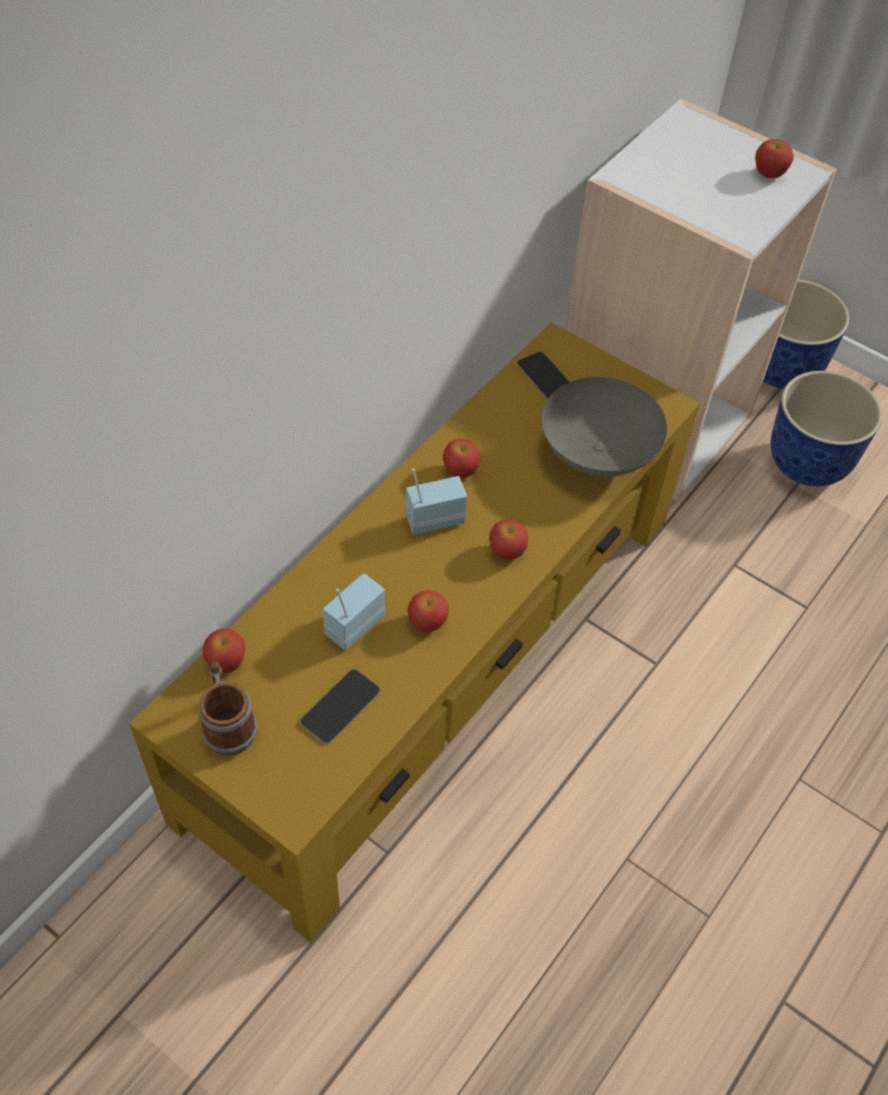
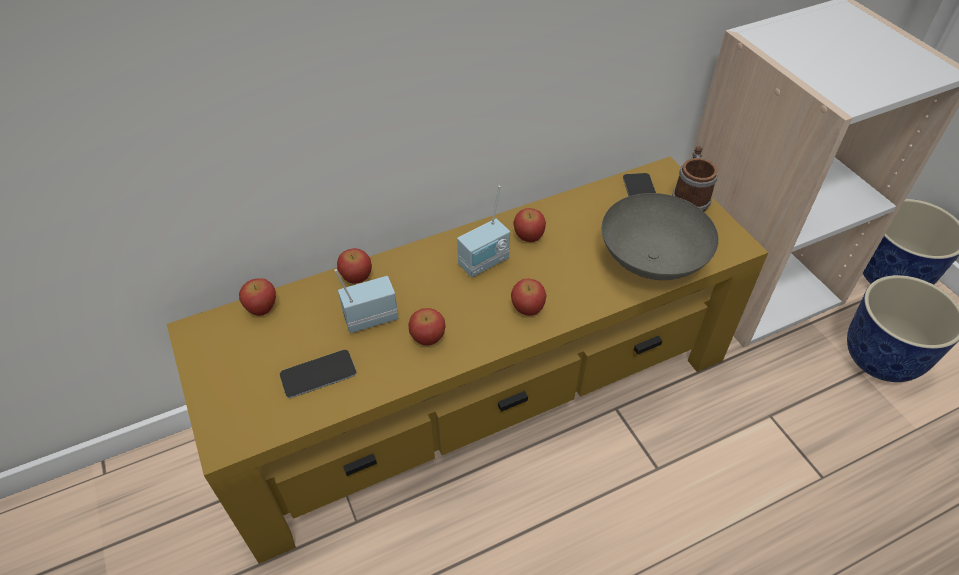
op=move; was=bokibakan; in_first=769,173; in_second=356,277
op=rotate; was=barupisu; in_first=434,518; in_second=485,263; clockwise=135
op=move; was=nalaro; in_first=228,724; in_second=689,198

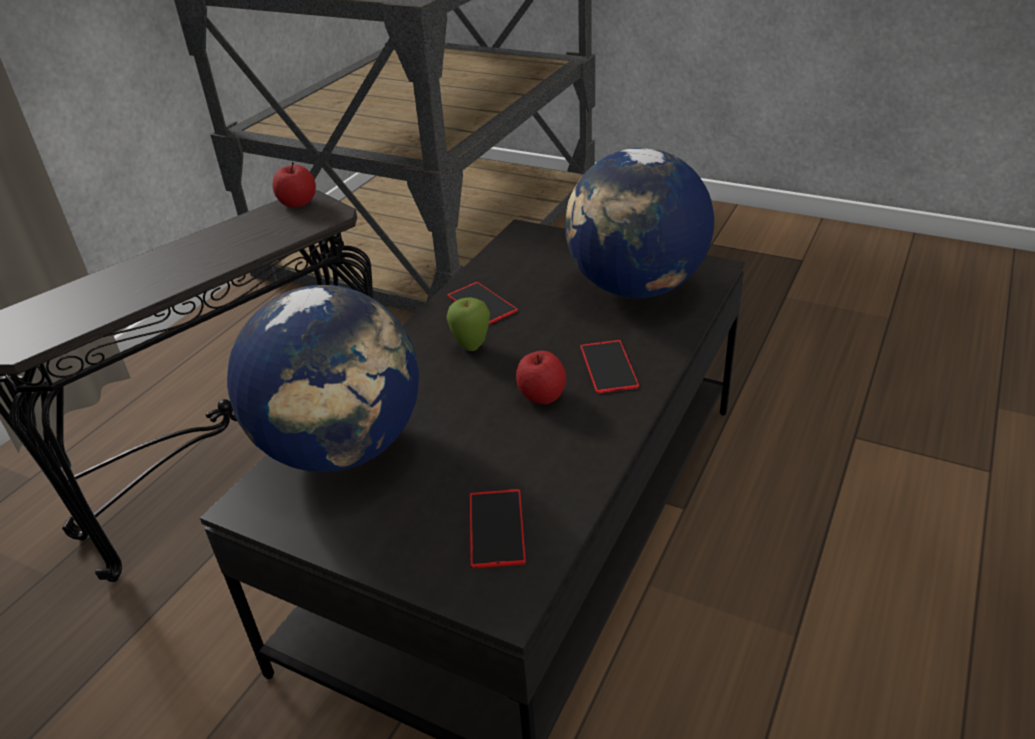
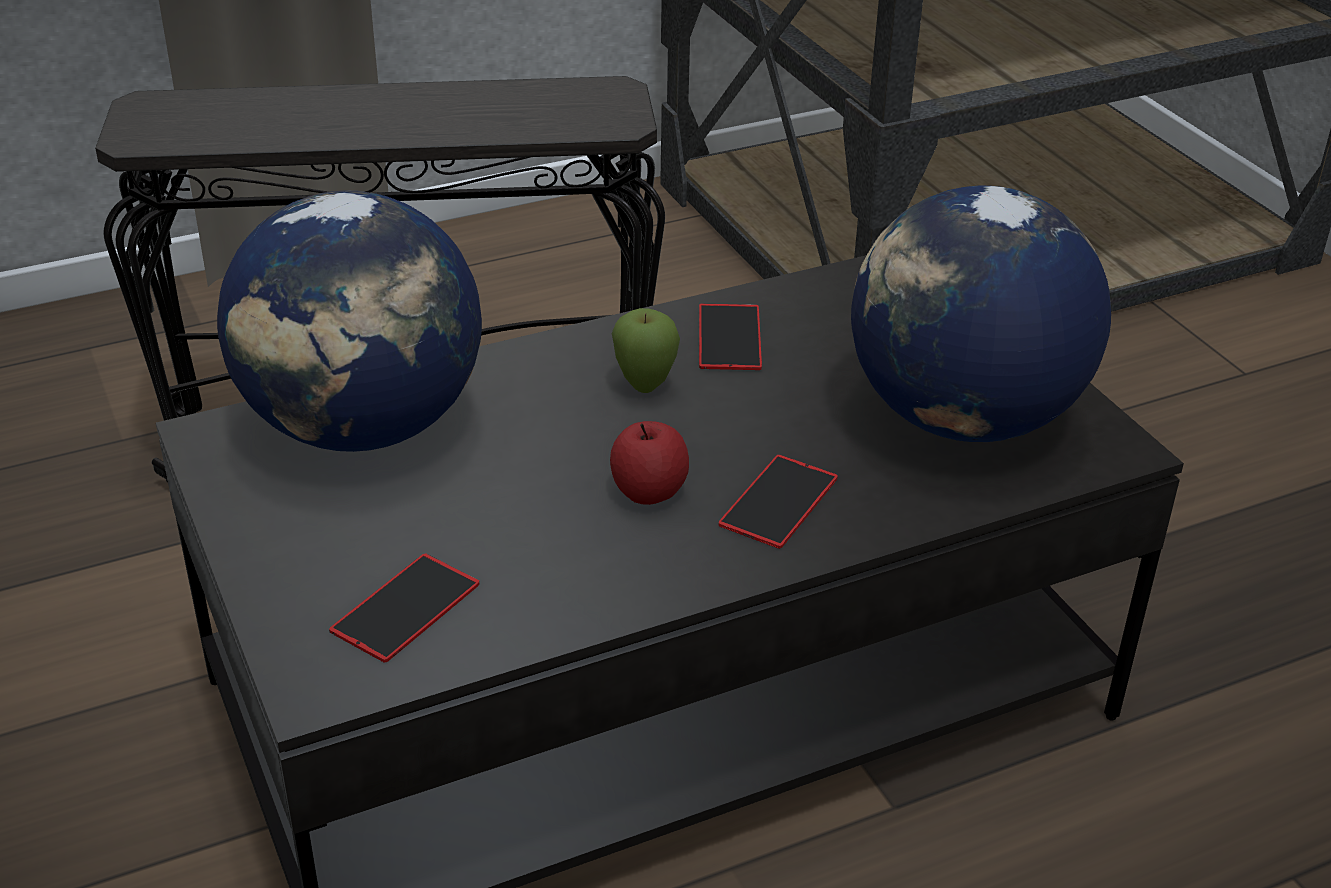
op=delete; was=bokibakan; in_first=298,203

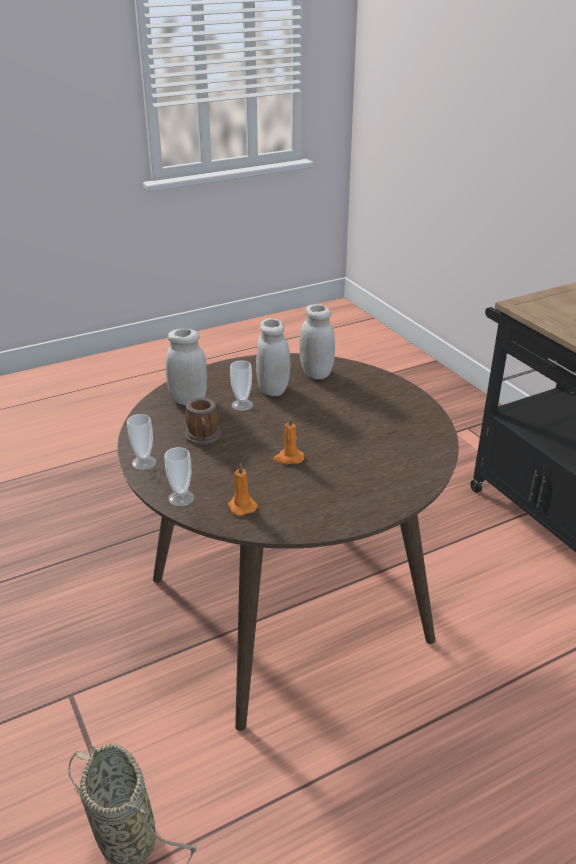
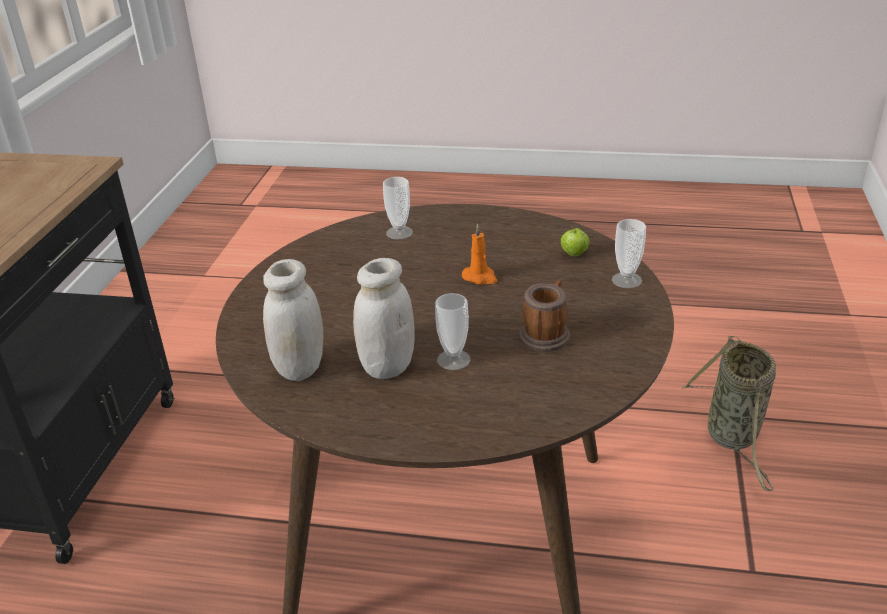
op=move; was=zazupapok; in_first=144,462; in_second=399,232
op=replace; was=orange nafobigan; now=bokibakan; in_first=241,506; in_second=574,254
op=delete; was=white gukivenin; in_first=188,400

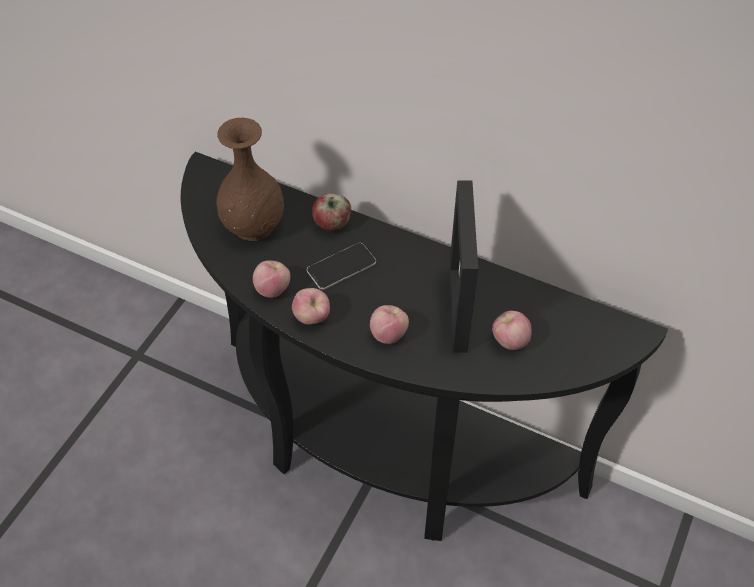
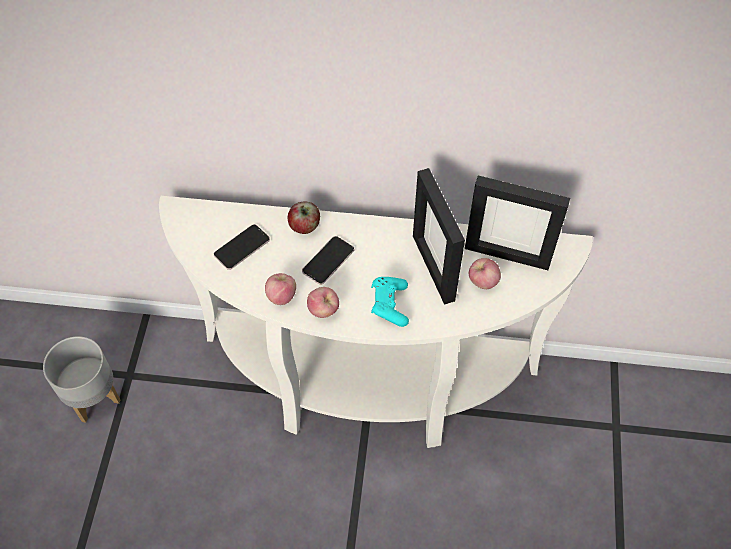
op=insert; now=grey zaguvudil; in_second=93,396
op=recolor; was=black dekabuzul; now=white dekabuzul; in_first=381,450; in_second=366,389
op=replace; was=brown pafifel; now=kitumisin; in_first=254,226; in_second=242,247
op=replace; was=bokibakan; now=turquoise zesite; in_first=388,334; in_second=389,305
op=insert; now=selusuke; in_second=507,253

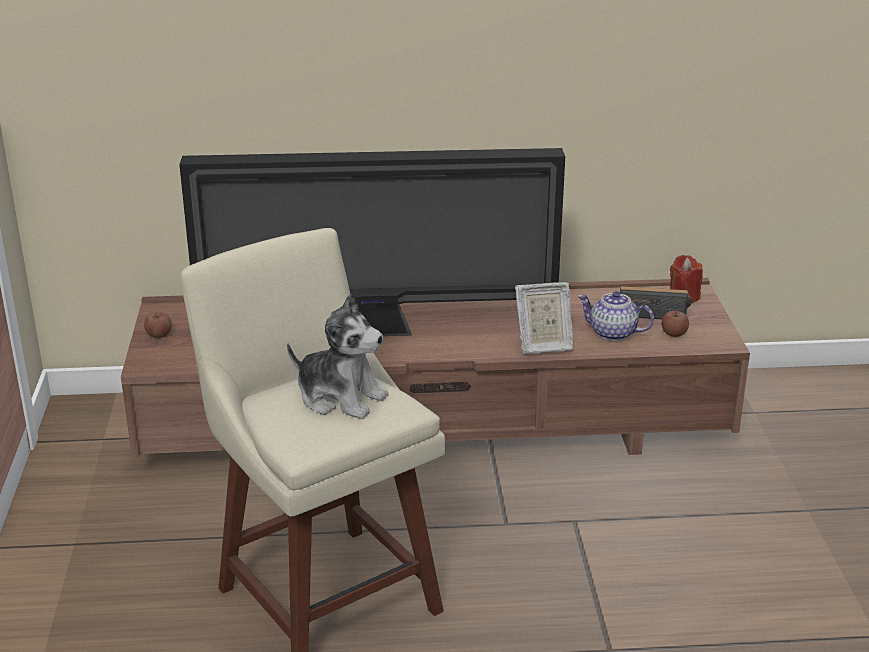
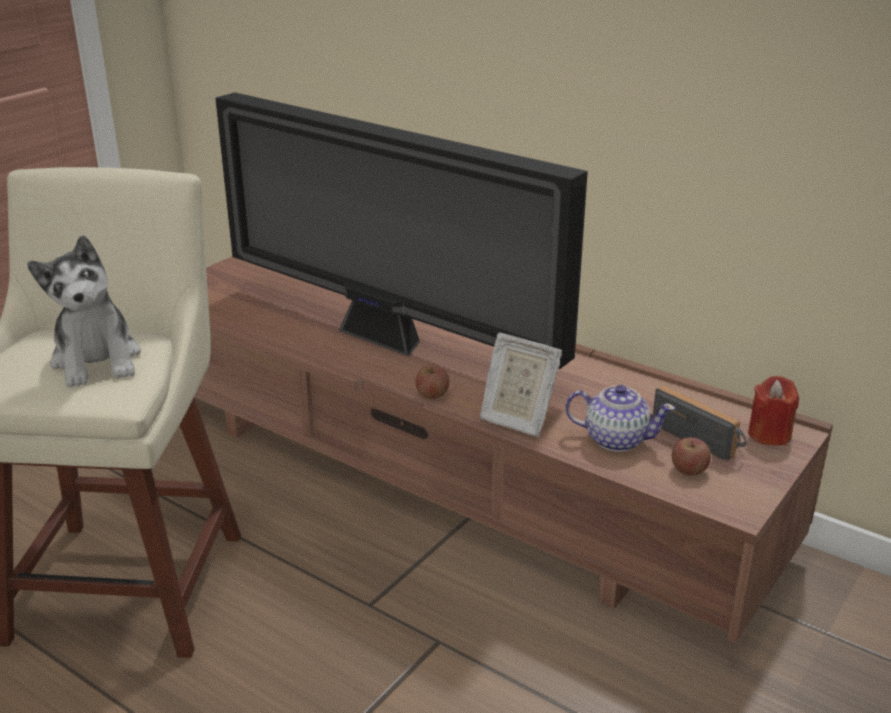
op=move; was=bokibakan; in_first=159,335; in_second=432,394
op=rotate; was=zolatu; in_first=613,333; in_second=615,439; clockwise=135

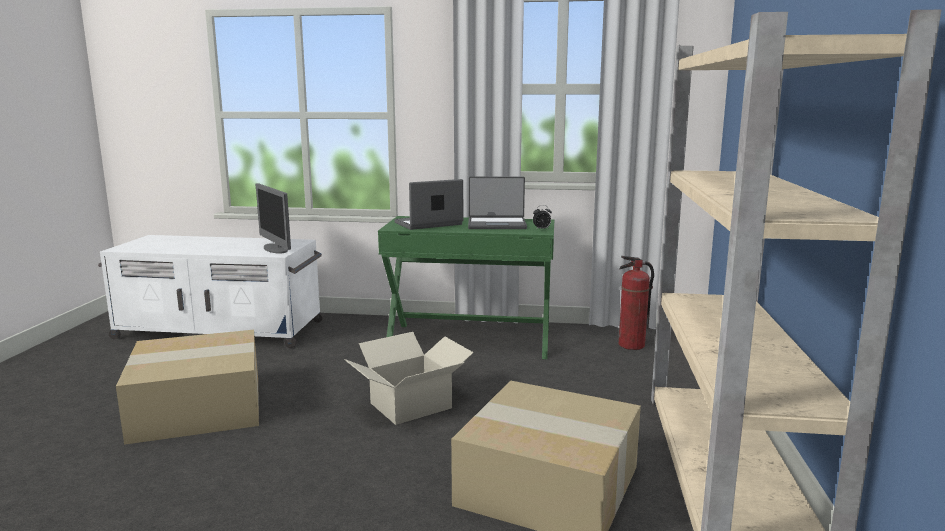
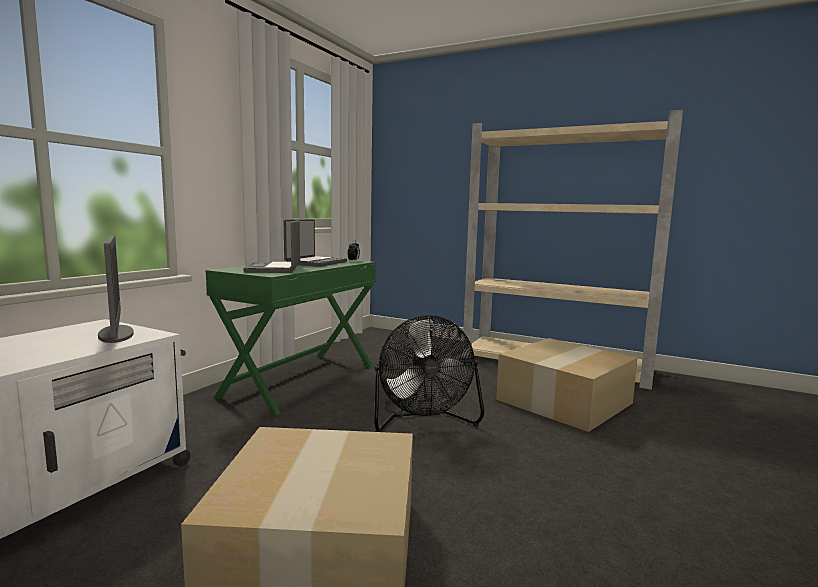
op=rotate; was=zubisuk; in_first=275,249; in_second=116,334; clockwise=-105
op=replace; was=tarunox; now=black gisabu; in_first=411,406; in_second=419,421
op=delete; was=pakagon; in_first=631,345

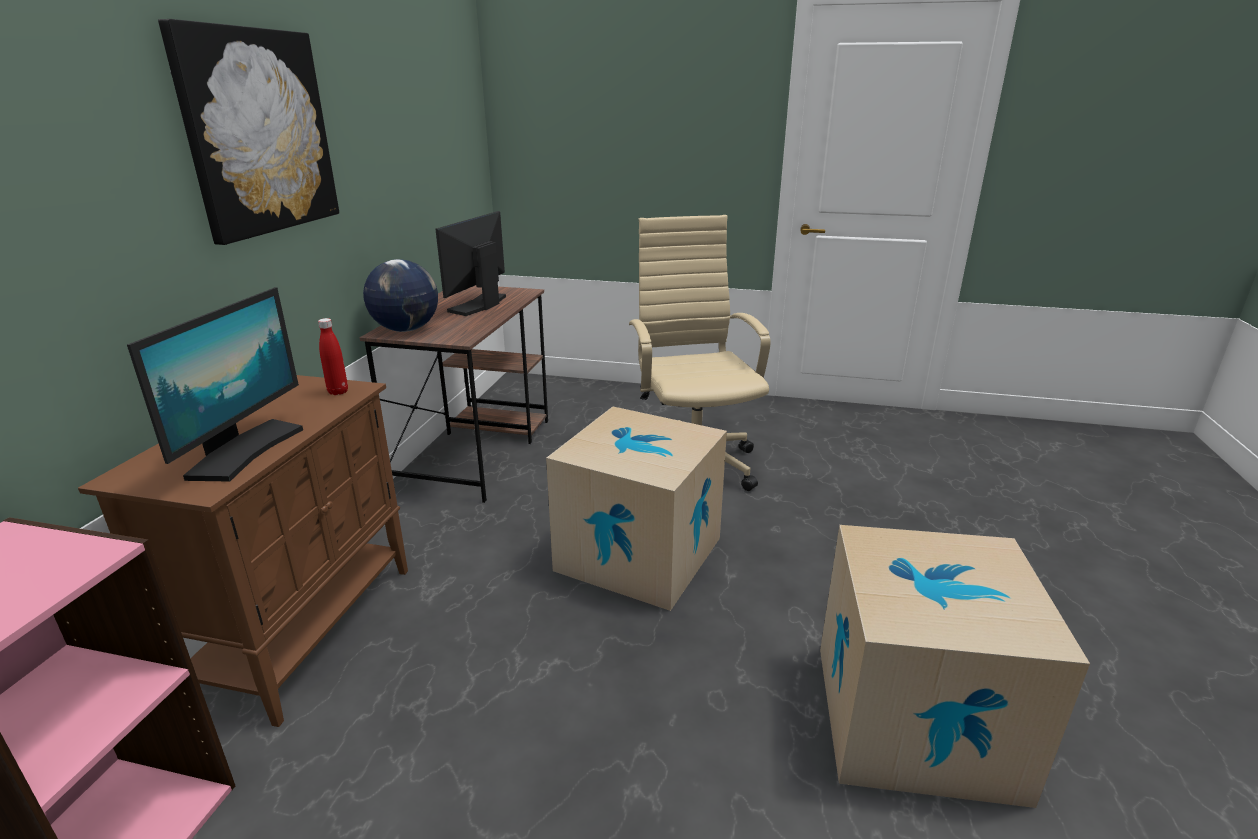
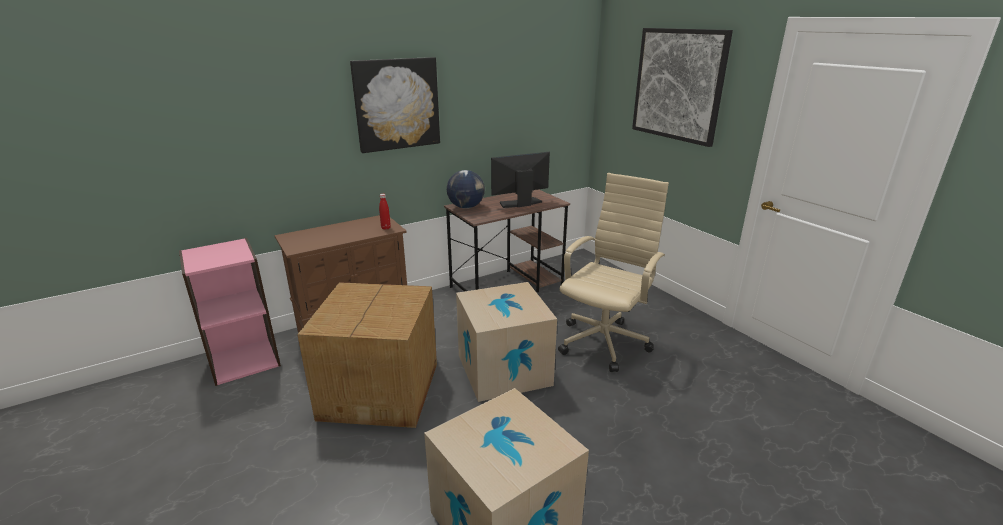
op=insert; now=tarunox; in_second=382,389
op=insert; now=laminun; in_second=678,85
op=delete; was=zubisuk; in_first=244,451

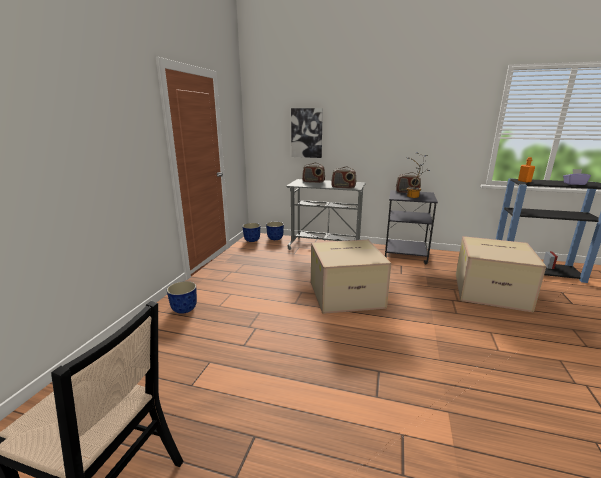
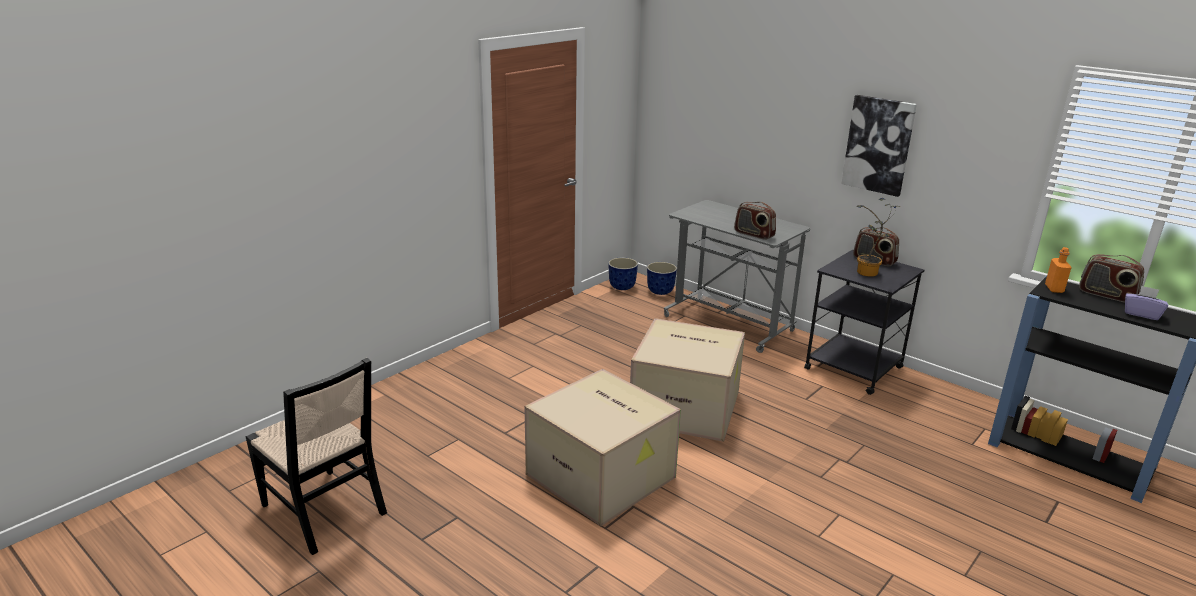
op=move; was=tarunox; in_first=491,291; in_second=603,475
op=move; was=laminun; in_first=306,133; in_second=878,145
op=move; was=barupisu; in_first=313,182; in_second=1106,295
op=delete; was=zaguvudil; in_first=184,309

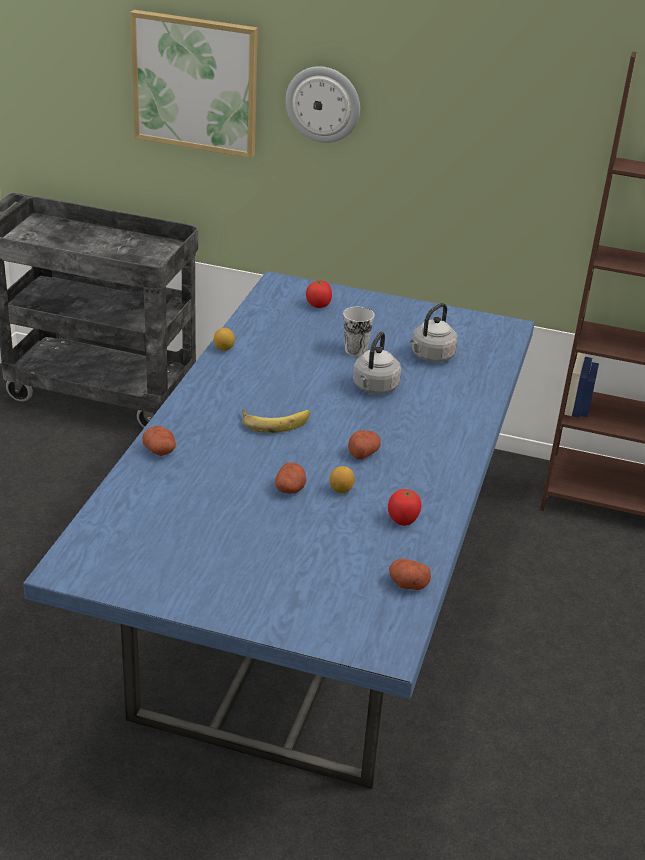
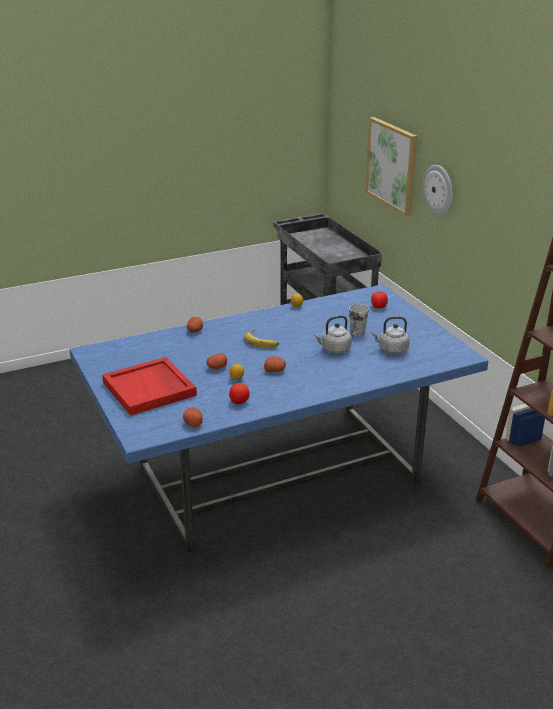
op=insert; now=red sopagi; in_second=150,389

